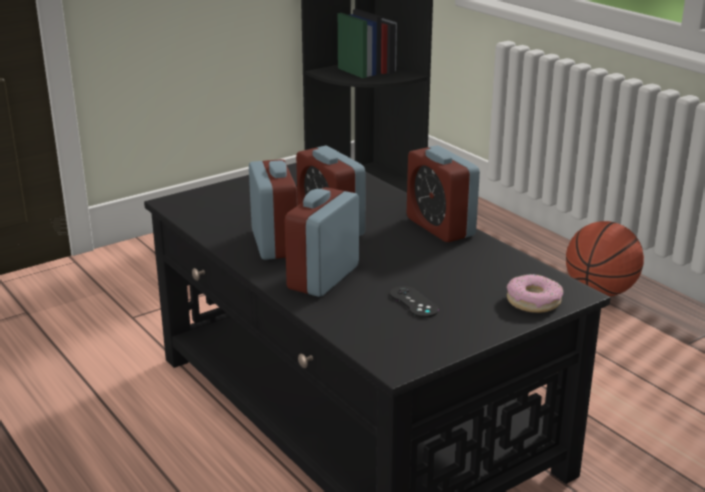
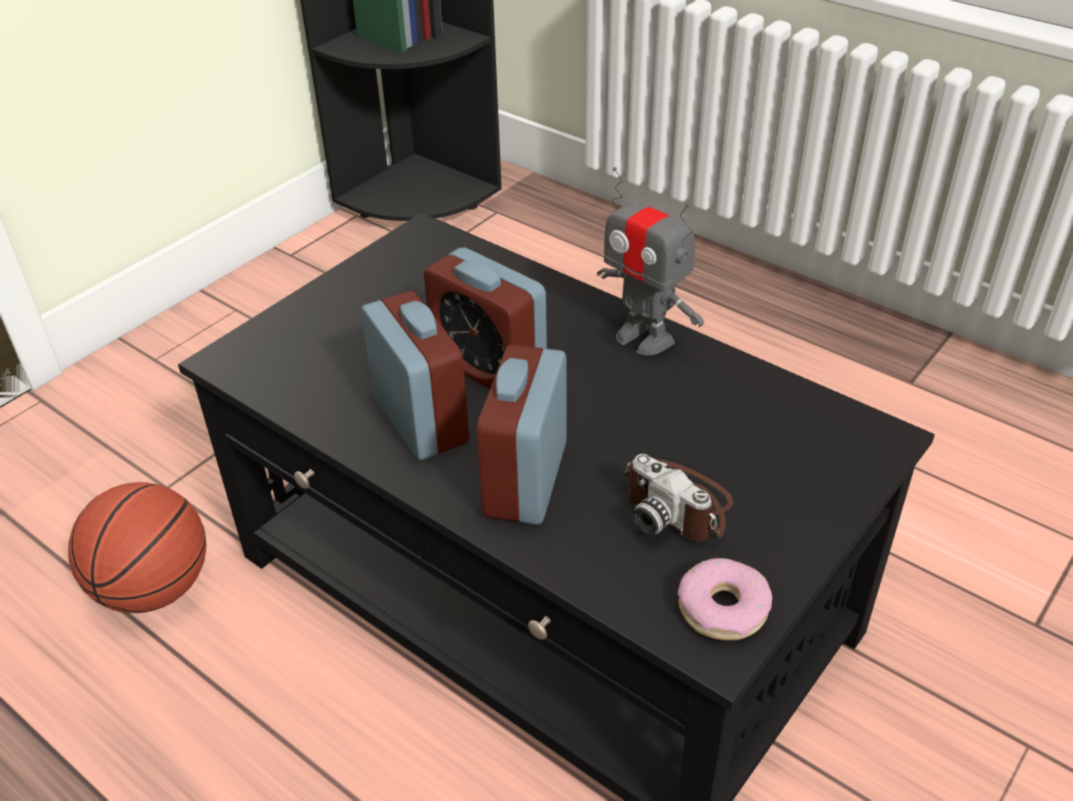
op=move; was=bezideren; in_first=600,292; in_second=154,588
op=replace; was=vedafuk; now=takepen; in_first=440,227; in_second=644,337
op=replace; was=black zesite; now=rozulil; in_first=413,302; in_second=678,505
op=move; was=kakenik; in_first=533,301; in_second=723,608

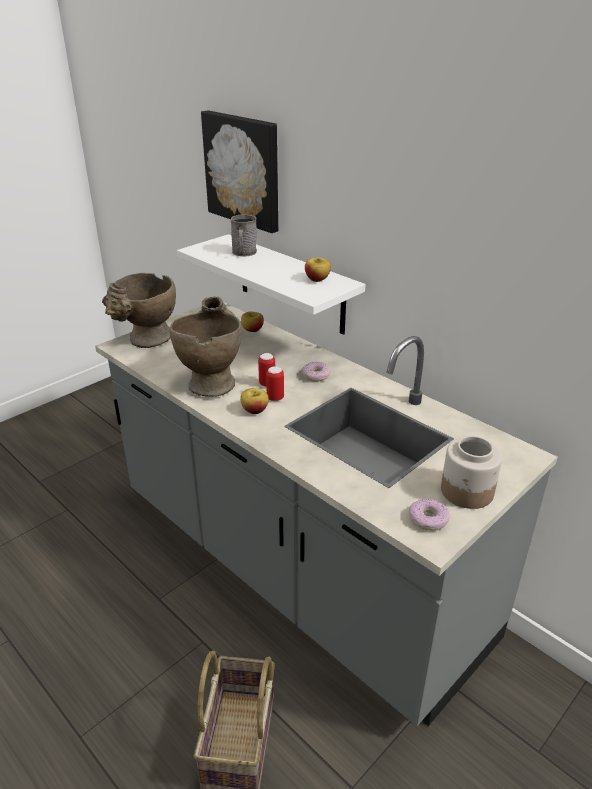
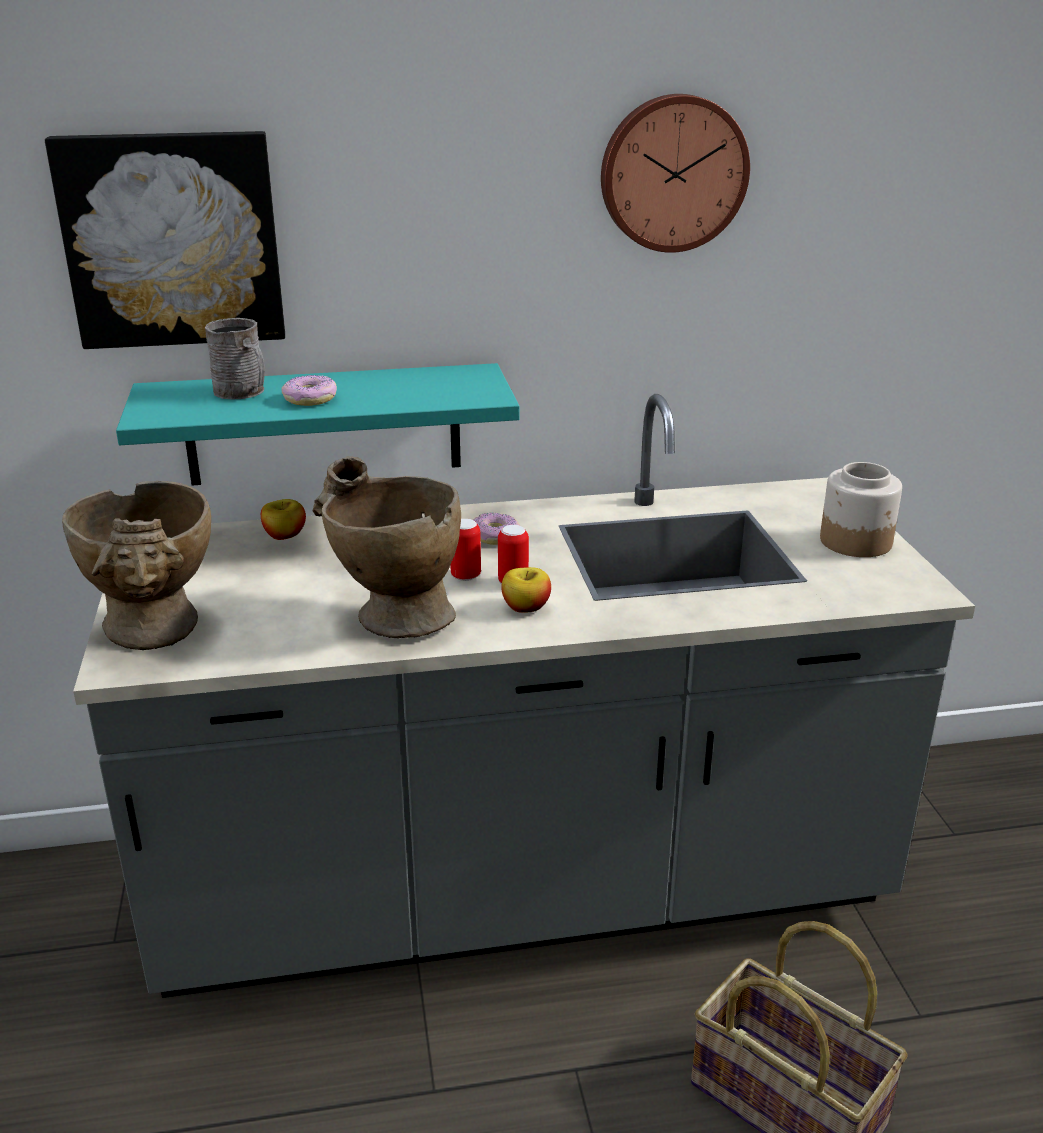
op=recolor; was=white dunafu; now=turquoise dunafu; in_first=291,284; in_second=324,424
op=move; was=kakenik; in_first=428,519; in_second=310,399
op=insert; now=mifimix; in_second=672,173
op=delete; was=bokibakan; in_first=317,279

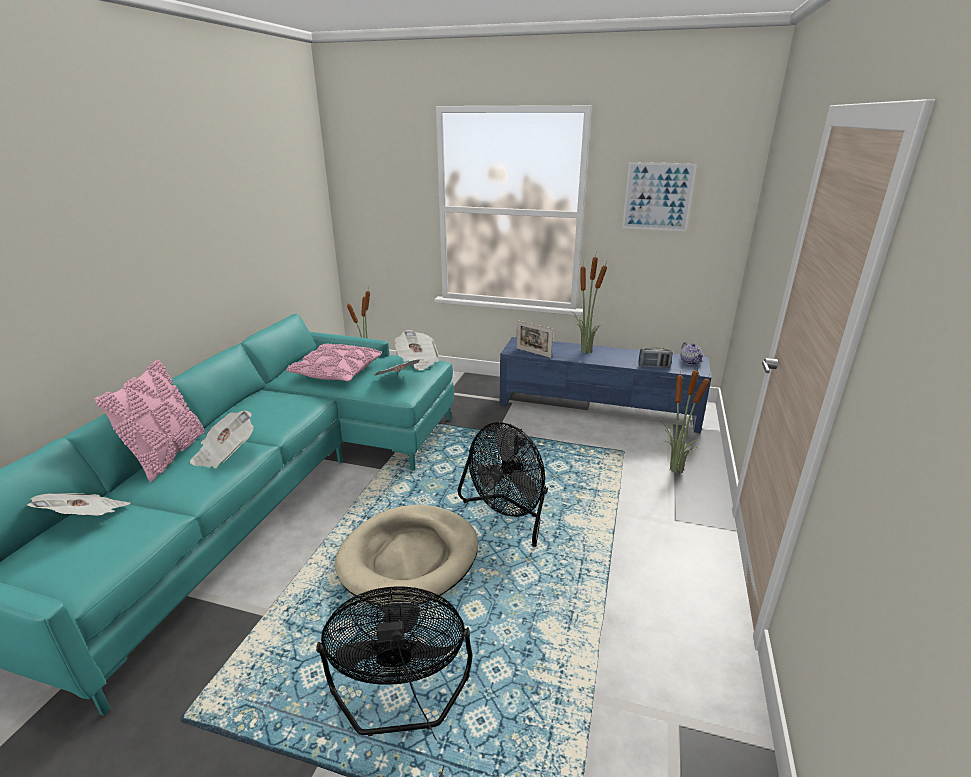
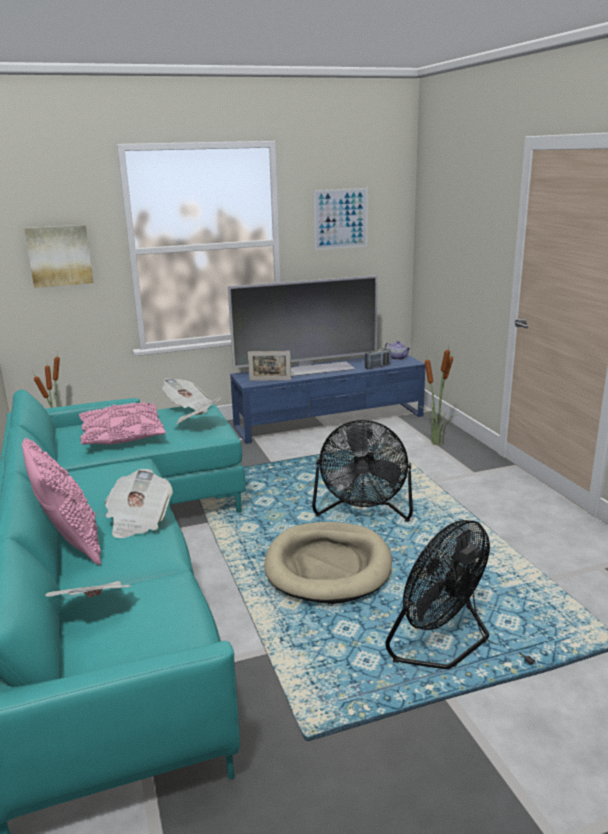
op=insert; now=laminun; in_second=59,255
op=replace; was=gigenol; now=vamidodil; in_first=584,352; in_second=310,369

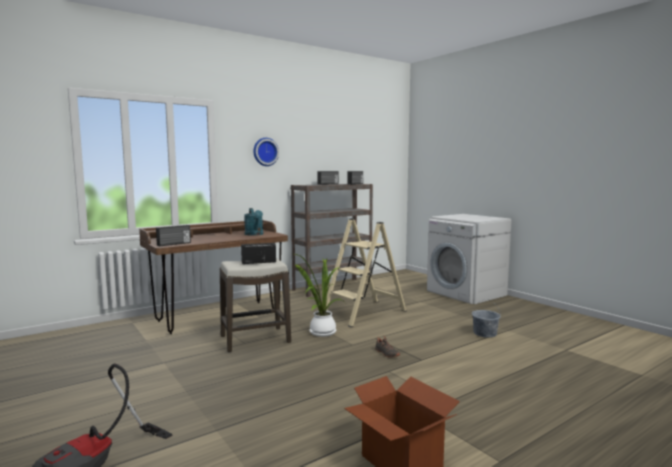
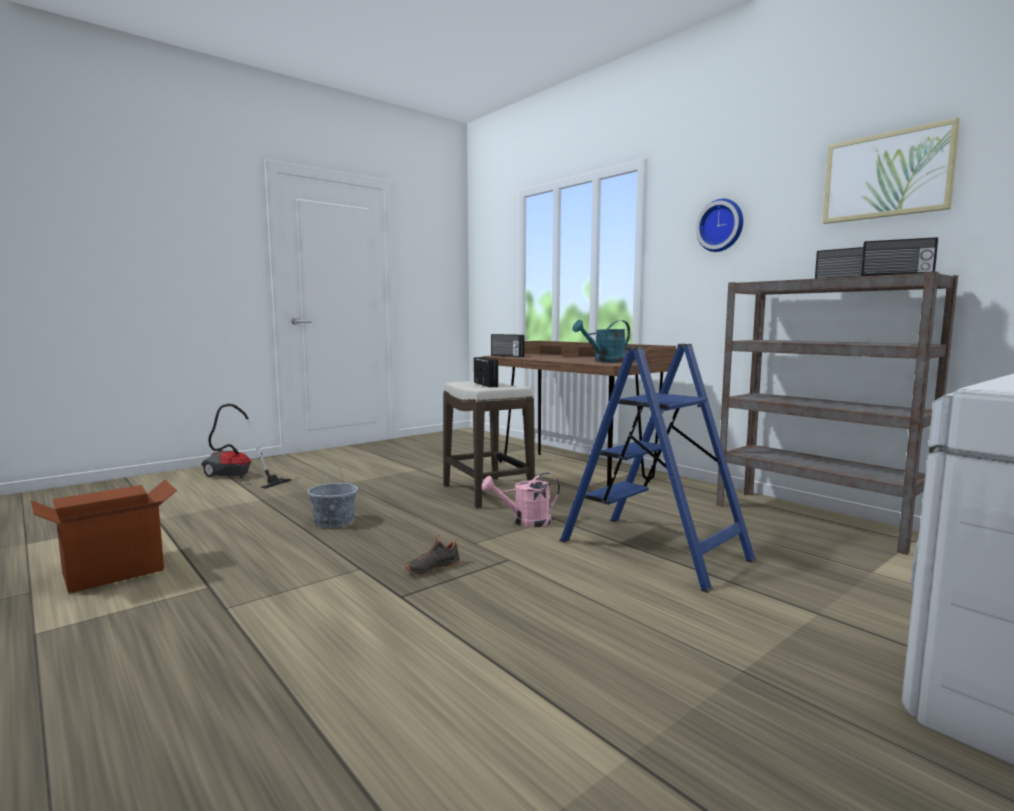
op=move; was=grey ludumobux; in_first=484,333; in_second=334,522
op=replace; was=gigenol; now=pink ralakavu; in_first=320,332; in_second=525,522
op=recolor; was=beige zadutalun; now=blue zadutalun; in_first=365,313; in_second=655,550
op=insert; now=laminun; in_second=887,175

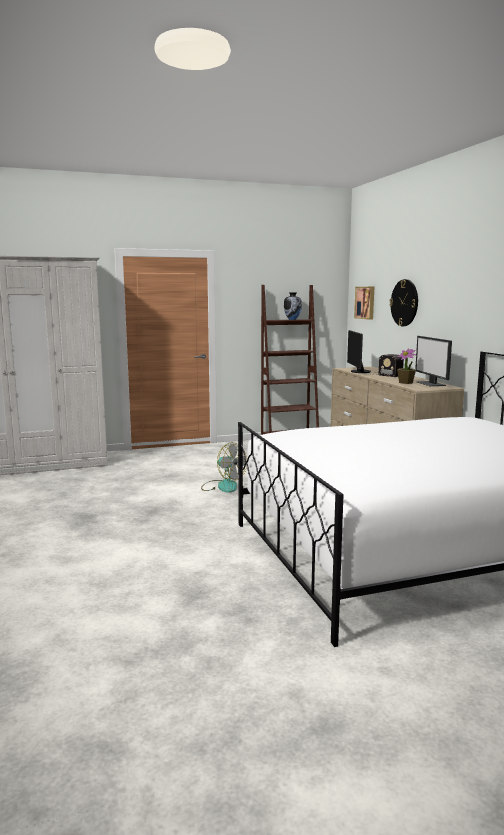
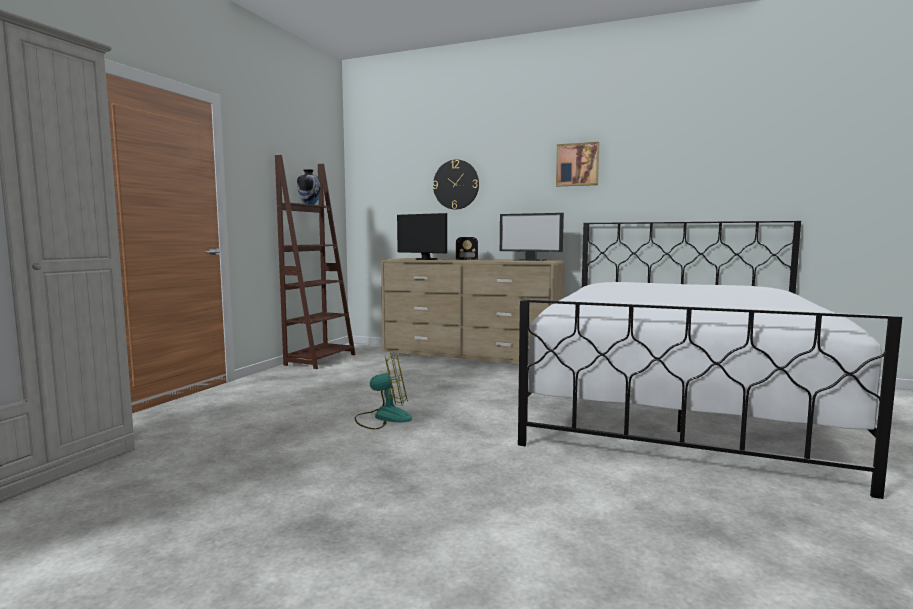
op=move; was=laminun; in_first=365,302; in_second=577,164
op=delete; was=gigenol; in_first=406,382

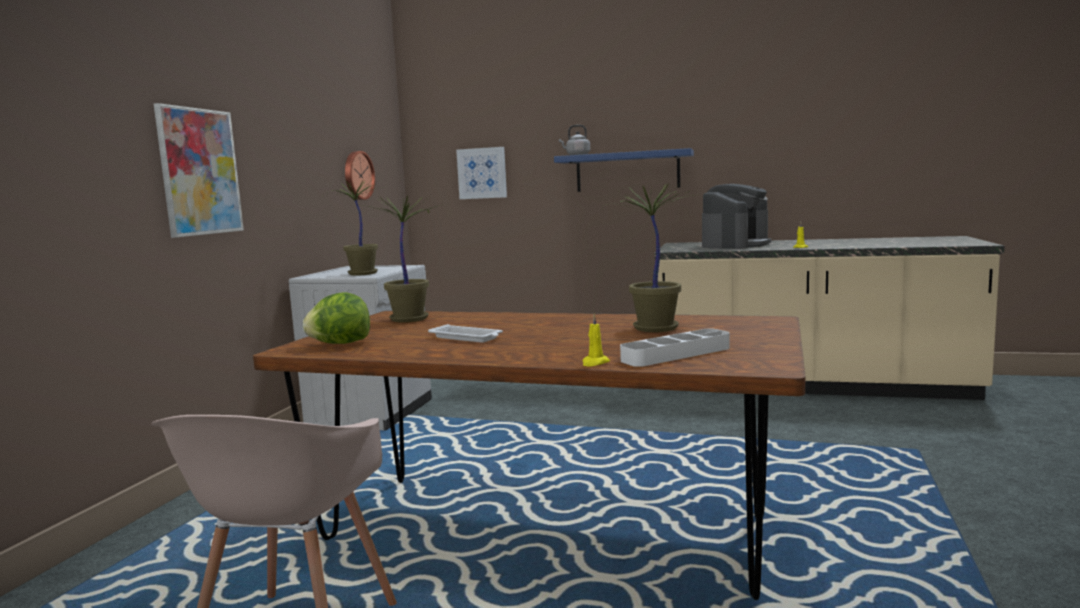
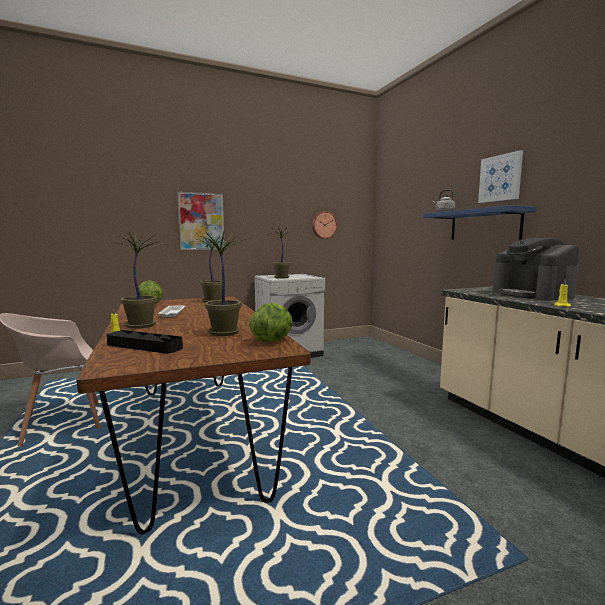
op=insert; now=gigenol; in_second=142,325
op=recolor; was=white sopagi; now=black sopagi; in_first=676,354; in_second=144,346
op=insert; now=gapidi; in_second=273,340
op=move; was=laminun; in_first=482,173; in_second=500,178
op=rotate; was=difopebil; in_first=735,245; in_second=532,294; clockwise=75

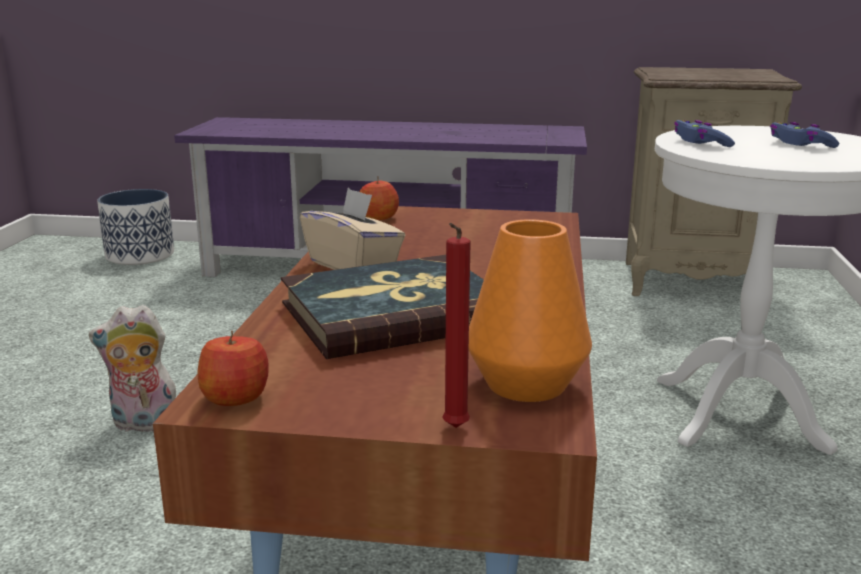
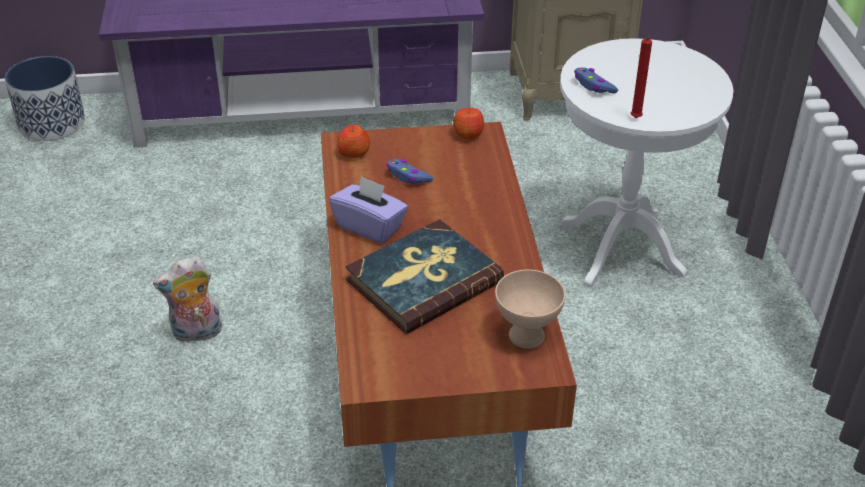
op=recolor; was=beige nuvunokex; now=purple nuvunokex; in_first=353,266; in_second=370,226
op=move; was=blue zesite; in_first=800,144; in_second=408,176
op=move; was=bokibakan; in_first=235,397; in_second=468,134
op=replace; was=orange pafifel; now=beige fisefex; in_first=526,384; in_second=526,335
op=move; was=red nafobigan; in_first=453,429; in_second=635,119

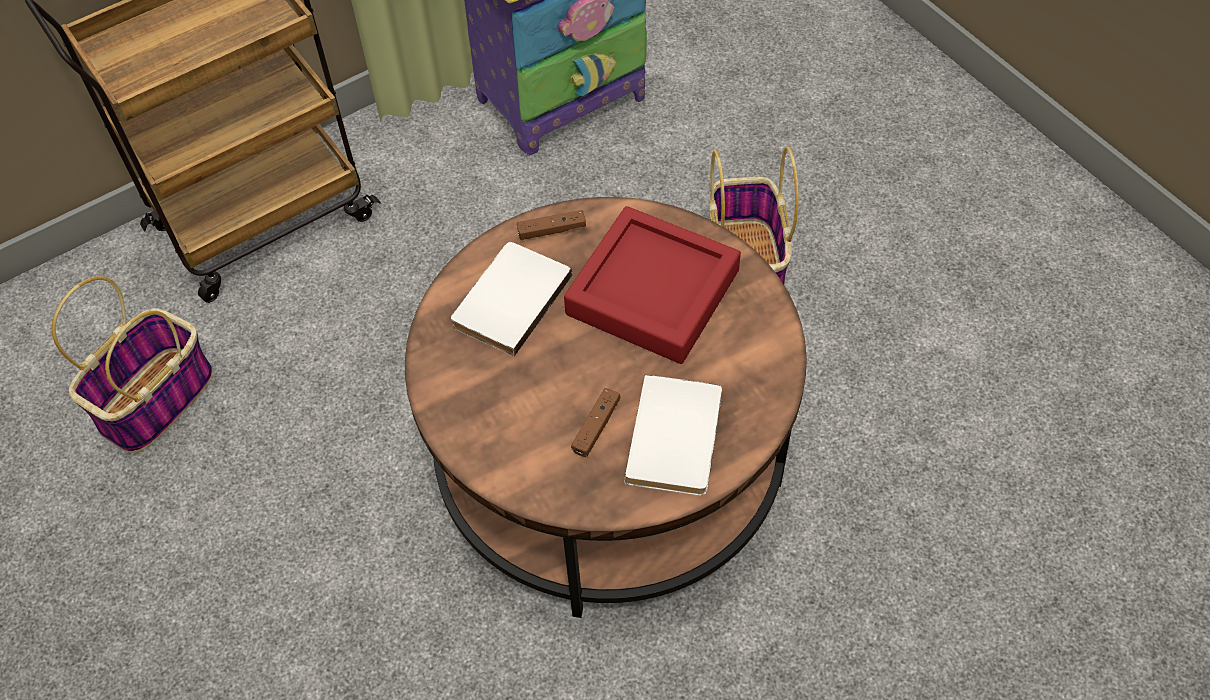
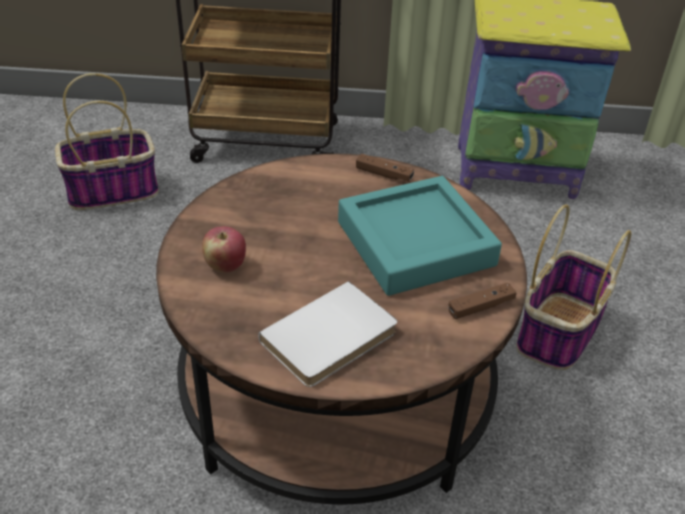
op=insert; now=bokibakan; in_second=225,266
op=recolor; was=red sopagi; now=turquoise sopagi; in_first=652,292; in_second=415,243
op=move; was=brown zesite; in_first=596,427; in_second=481,307
op=delete; was=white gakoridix; in_first=508,299

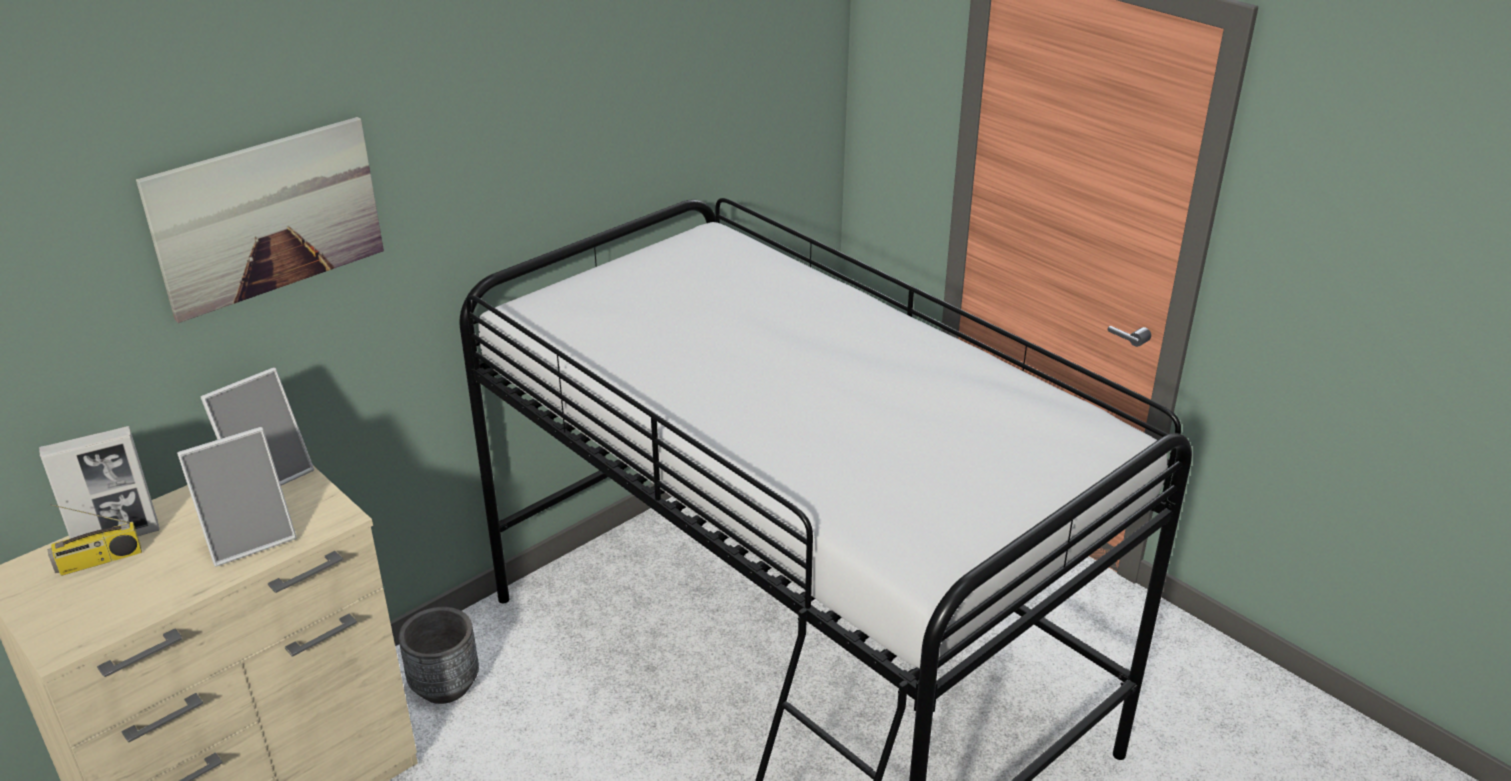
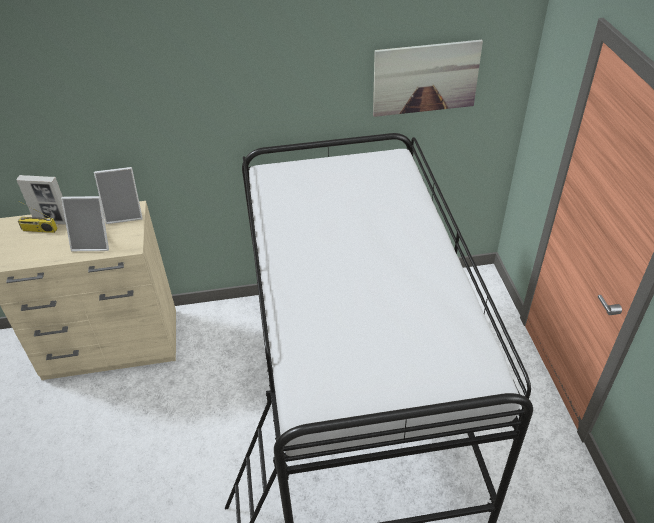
op=move; was=laminun; in_first=267,216; in_second=425,78
op=delete; was=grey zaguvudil; in_first=445,686

